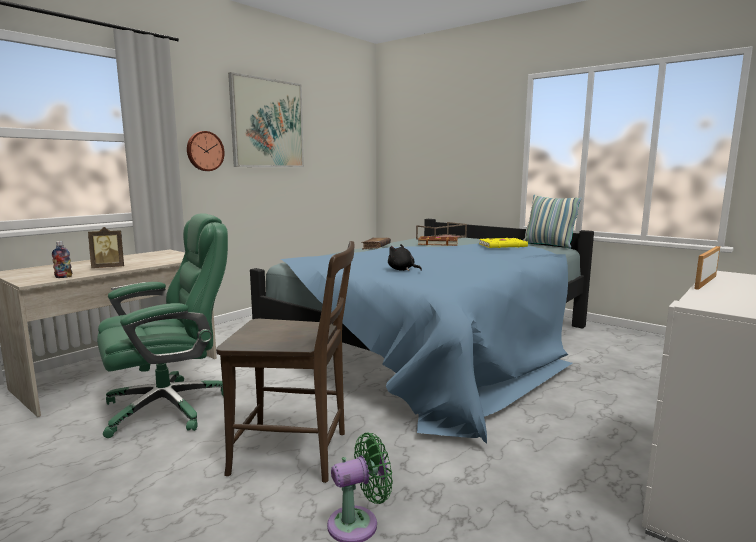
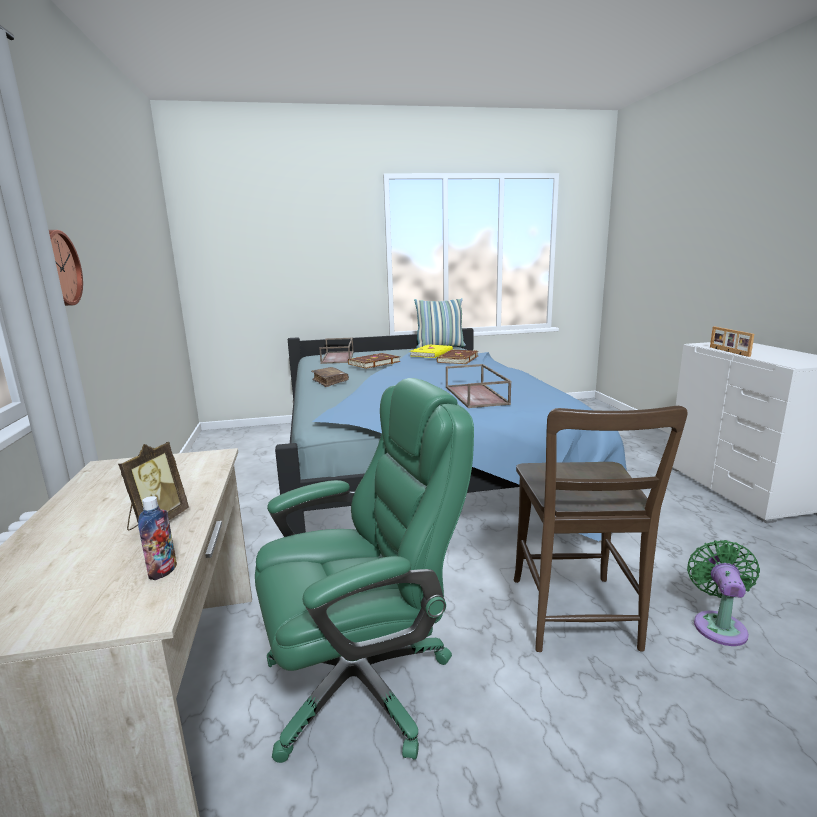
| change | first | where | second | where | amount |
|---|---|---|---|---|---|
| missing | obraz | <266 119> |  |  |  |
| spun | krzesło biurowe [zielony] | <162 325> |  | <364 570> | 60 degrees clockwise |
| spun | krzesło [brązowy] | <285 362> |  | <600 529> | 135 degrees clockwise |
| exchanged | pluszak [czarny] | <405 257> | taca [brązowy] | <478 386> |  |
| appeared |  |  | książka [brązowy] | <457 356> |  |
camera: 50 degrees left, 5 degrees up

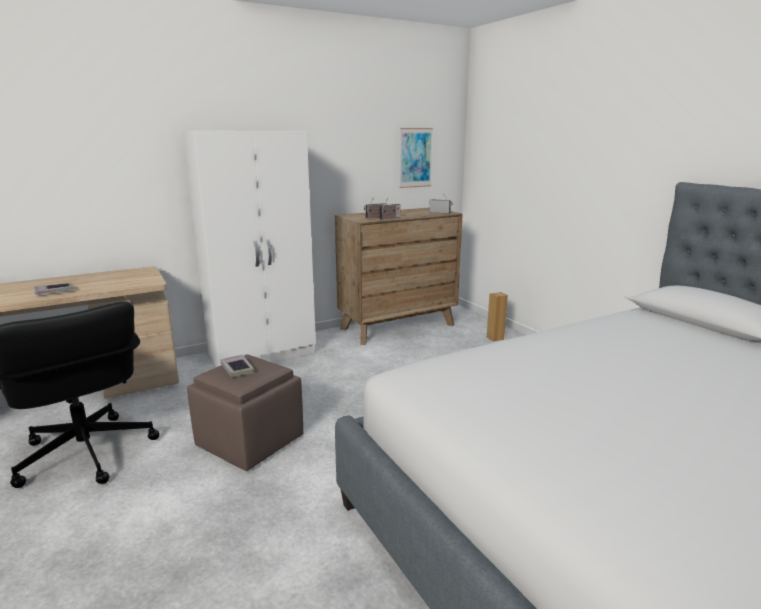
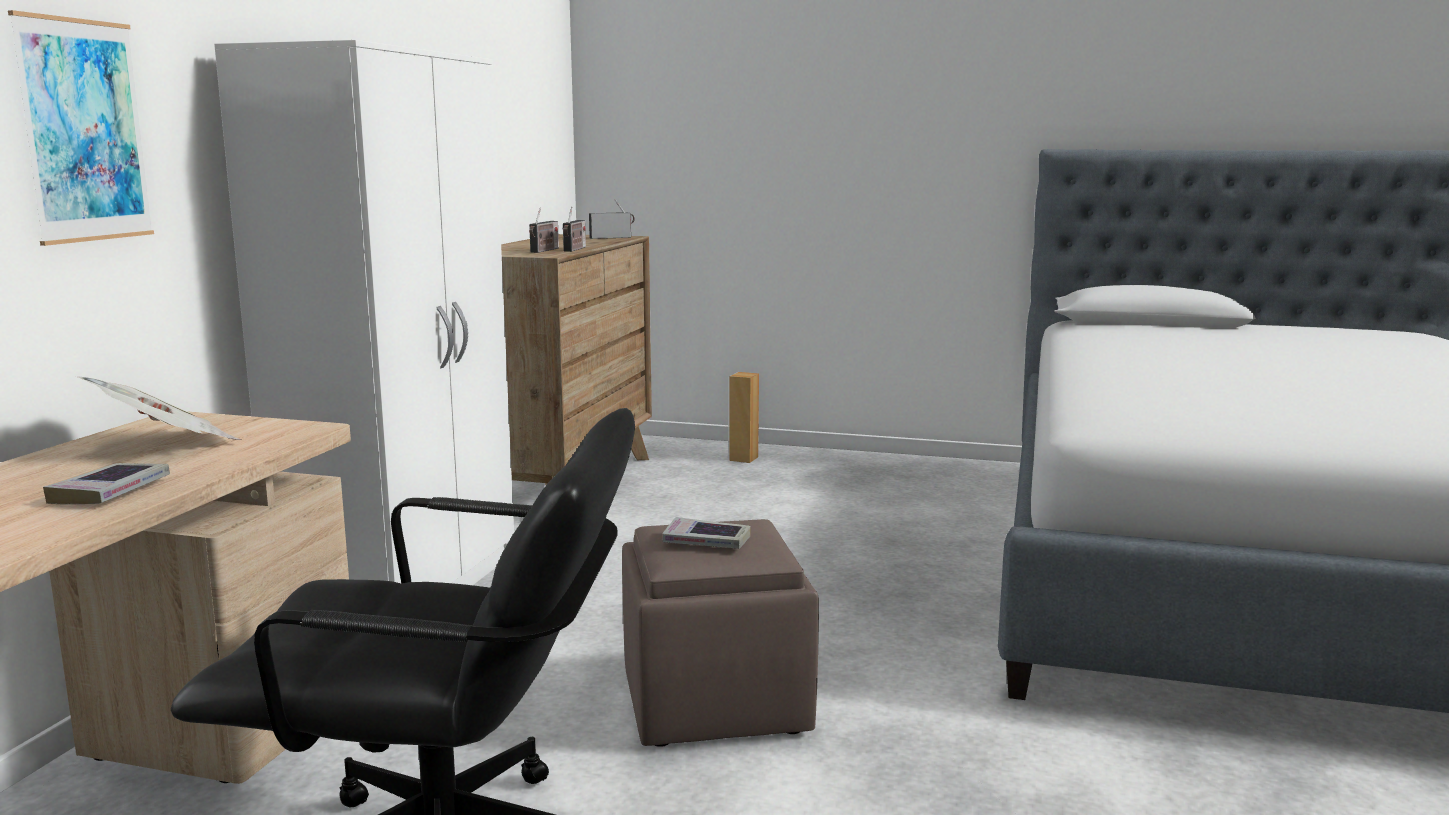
| change | first | where | second | where | amount |
|---|---|---|---|---|---|
| relocated | obraz | <416 158> |  | <81 128> |  |
| appeared |  |  | gazeta | <158 408> |  |
camera: 45 degrees left, 5 degrees down

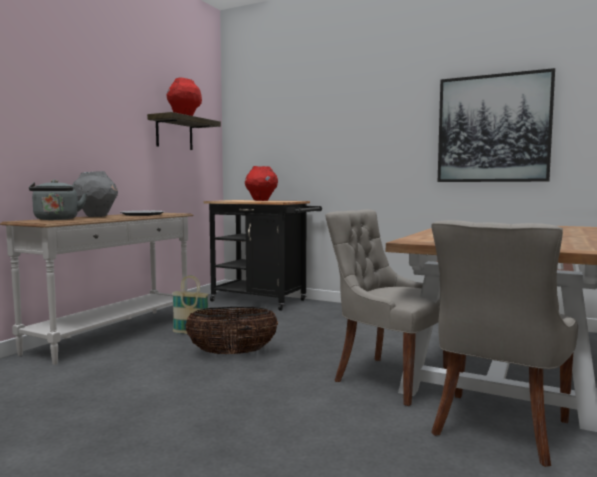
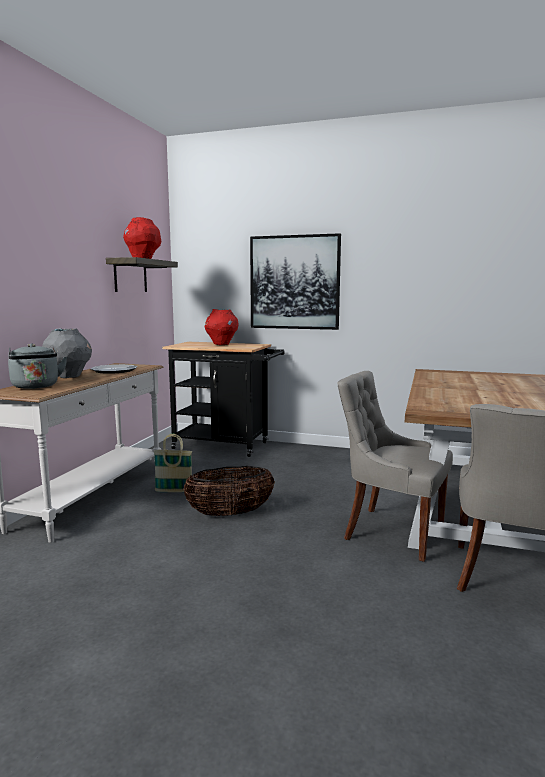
| change | first | where | second | where | amount |
|---|---|---|---|---|---|
| relocated | obraz | <496 125> |  | <295 281> |  |
camera: 10 degrees left, 5 degrees up

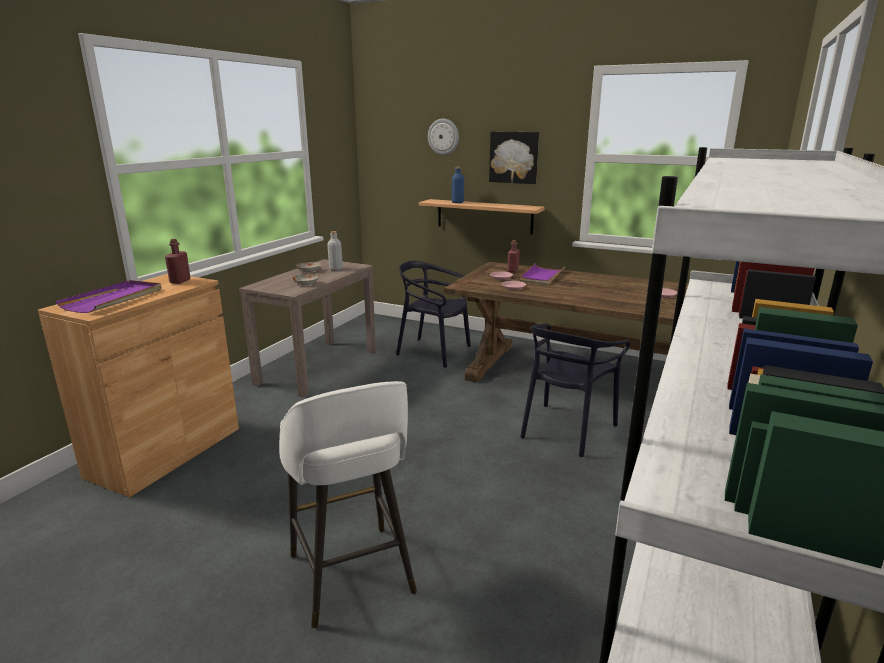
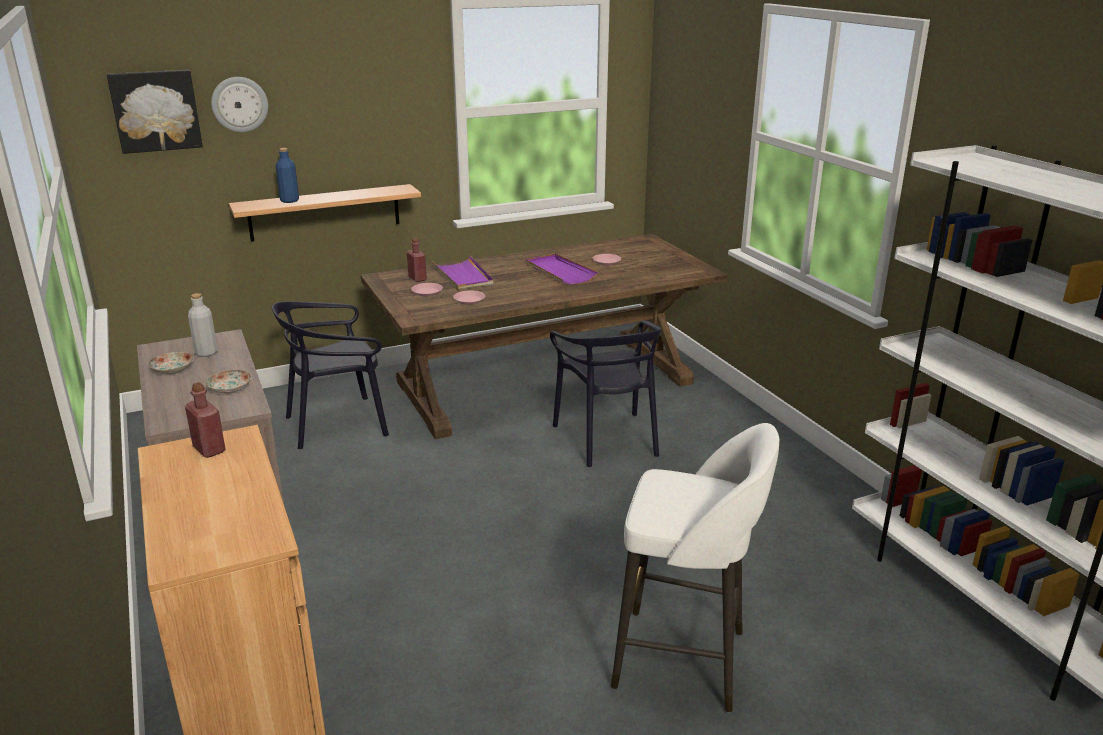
| change | first | where | second | where | amount |
|---|---|---|---|---|---|
| relocated | obraz | <514 158> |  | <155 112> |  |
| relocated | taca [fioletowy] | <108 296> |  | <562 268> |  |
camera: 50 degrees left, 5 degrees up

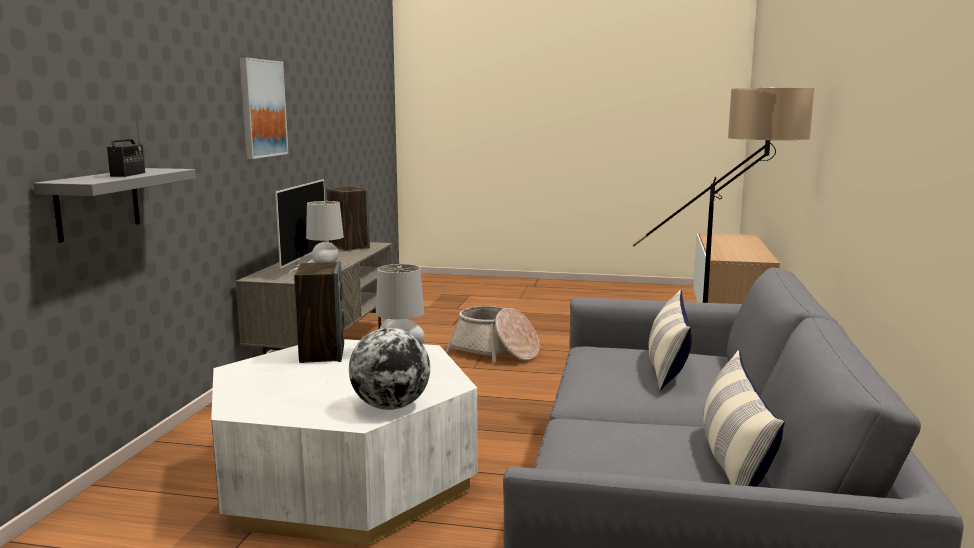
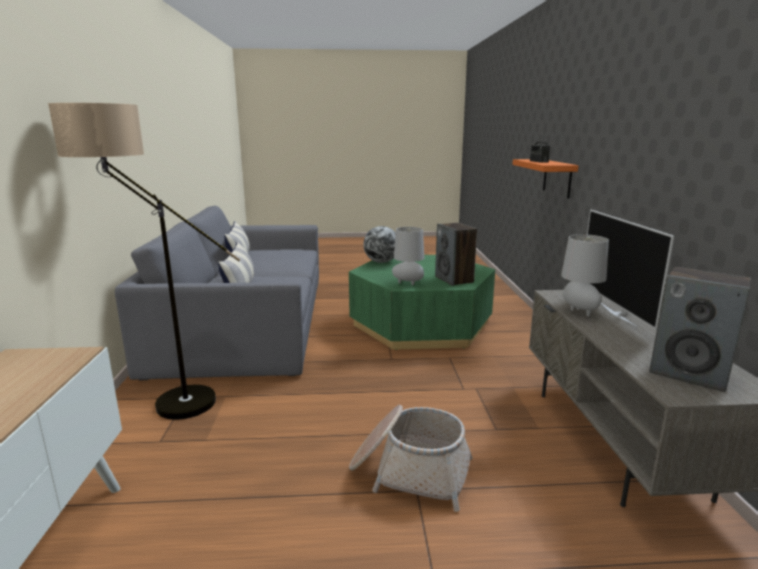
| change | first | where | second | where | amount |
|---|---|---|---|---|---|
| missing | obraz | <264 108> |  |  |  |
| colour | półka [szary] | <114 205> | półka [pomarańczowy] | <545 179> |  |
| colour | ława [biały] | <344 442> | ława [zielony] | <422 302> |  |
camera: 165 degrees right, 5 degrees up

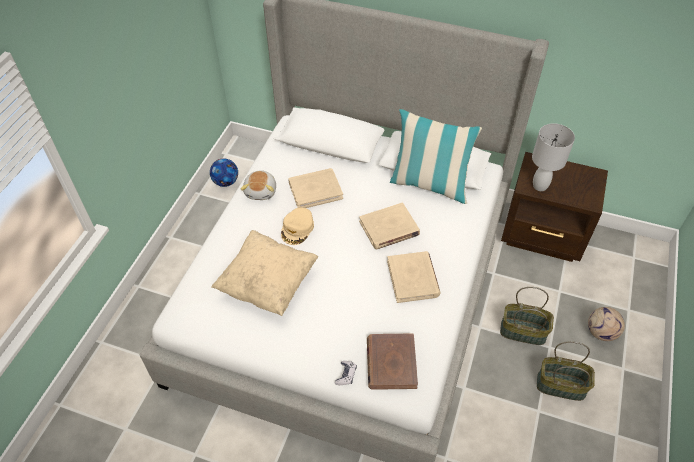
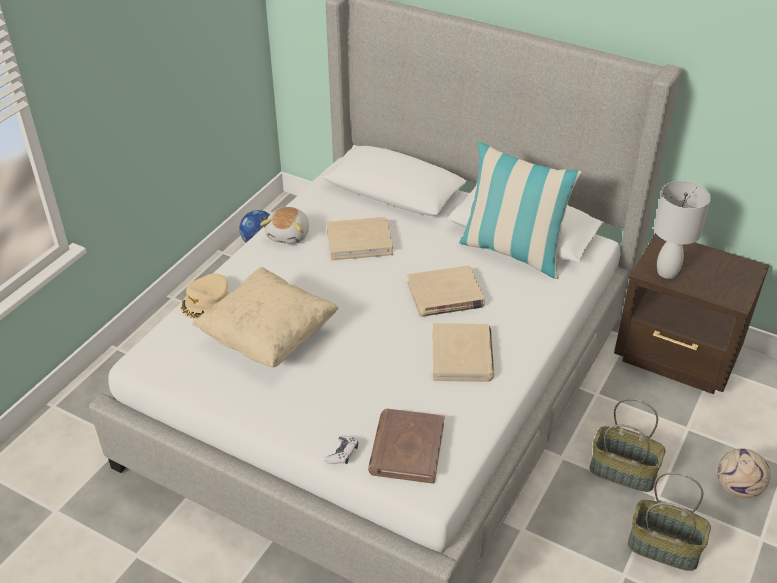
| change | first | where | second | where | amount |
|---|---|---|---|---|---|
| relocated | czapka z daszkiem [beżowy] | <297 226> |  | <204 296> |  |
camera: 10 degrees right, 10 degrees down

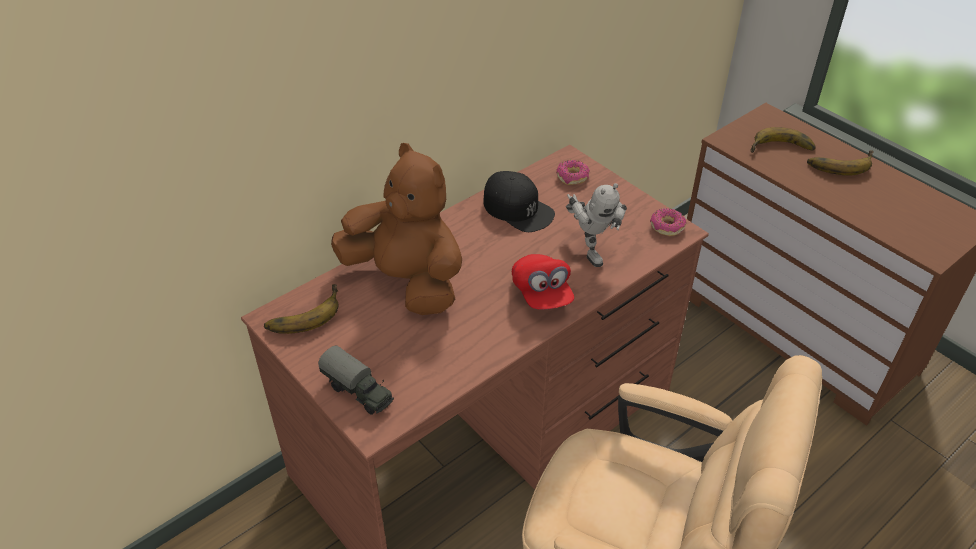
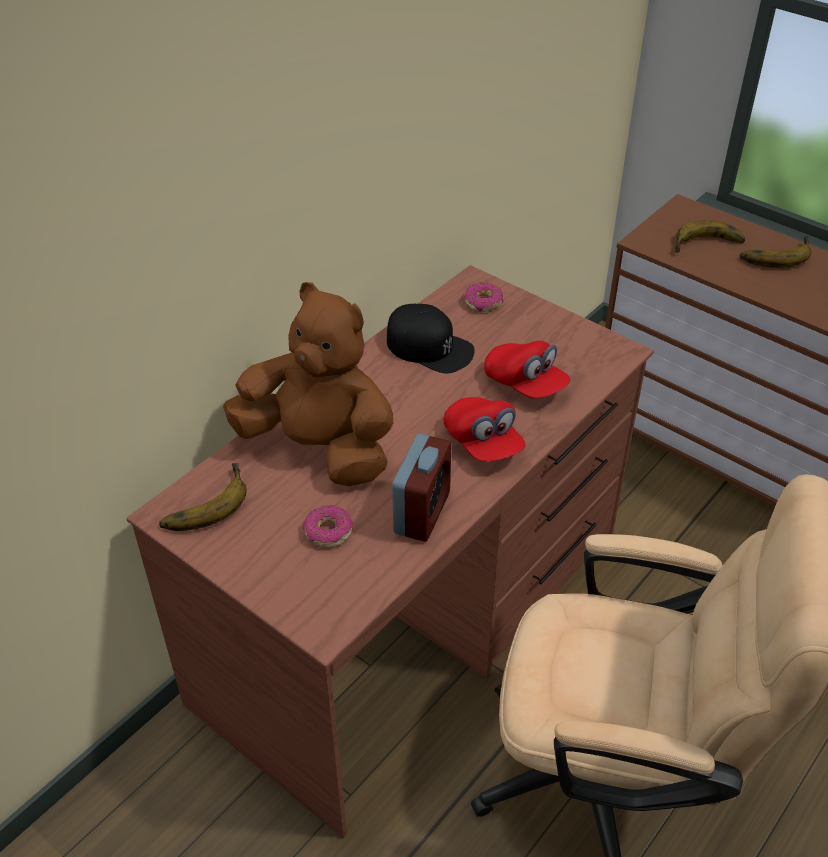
| change | first | where | second | where | amount |
|---|---|---|---|---|---|
| exchanged | robot zabawkowy | <596 225> | czapka z daszkiem [czerwony] | <527 370> |  |
| relocated | donut | <668 222> |  | <328 526> |  |
| missing | ciężarówka zabawkowa | <356 380> |  |  |  |
| appeared |  |  | budzik | <421 488> |  |
camera: 10 degrees left, 0 degrees up

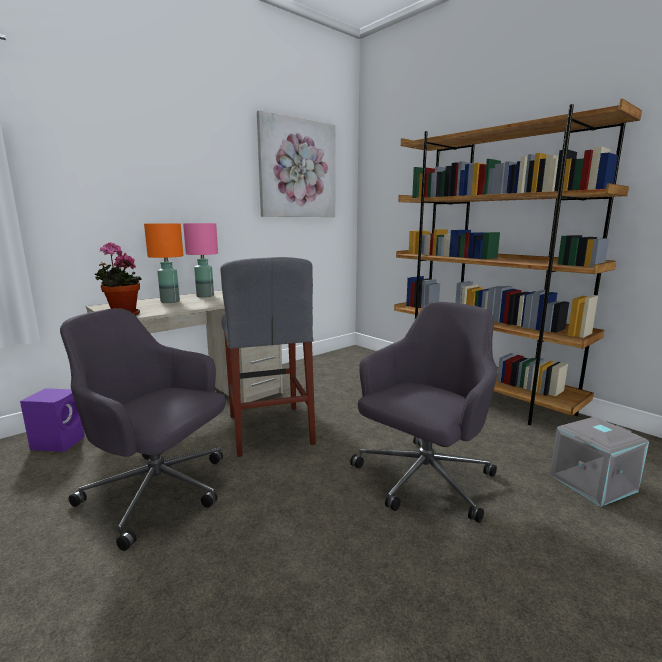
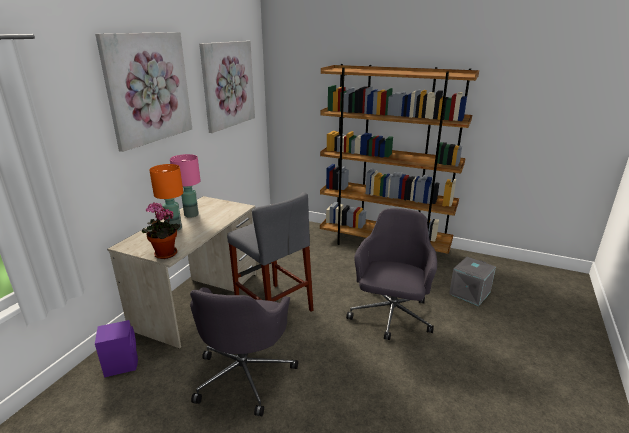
| change | first | where | second | where | amount |
|---|---|---|---|---|---|
| spun | krzesło biurowe [szary] | <142 429> |  | <244 351> | 75 degrees counterclockwise |
| appeared |  |  | obraz | <143 92> |  |
camera: 25 degrees left, 10 degrees up

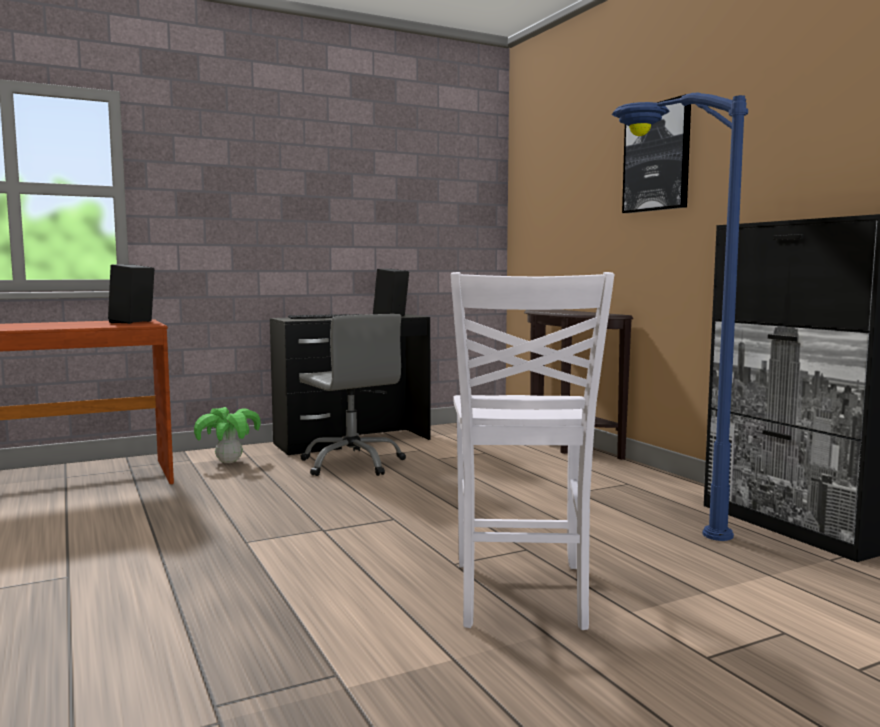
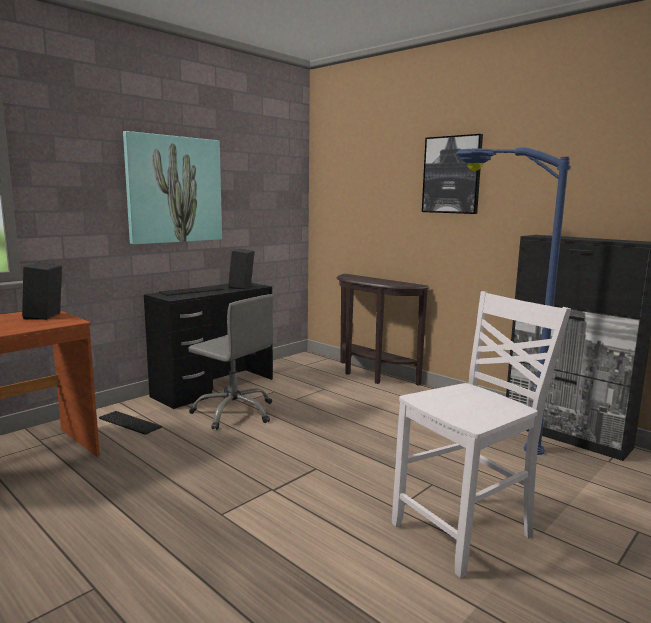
| change | first | where | second | where | amount |
|---|---|---|---|---|---|
| spun | krzesło [biały] | <532 451> |  | <481 434> | 105 degrees counterclockwise |
| exchanged | roślina doniczkowa | <227 435> | klawiatura | <130 423> |  |
| appeared |  |  | obraz | <172 188> |  |
camera: 20 degrees left, 5 degrees up

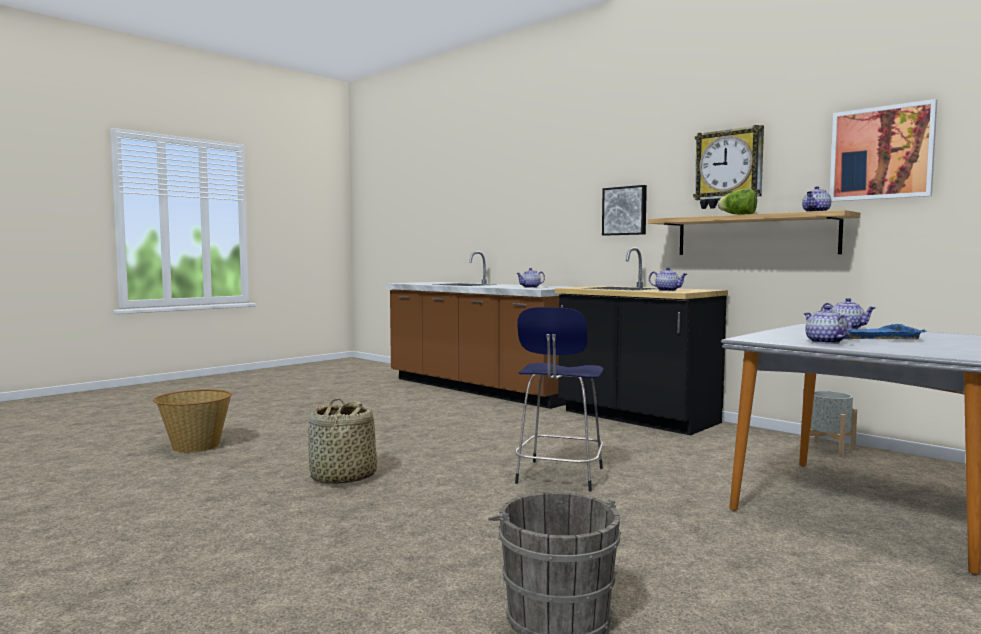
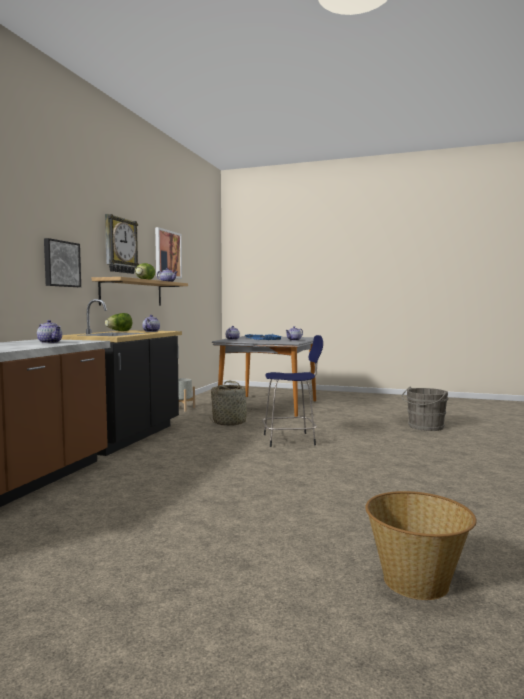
| change | first | where | second | where | amount |
|---|---|---|---|---|---|
| relocated | koszyk | <342 441> |  | <230 403> |  |
| appeared |  |  | sałata | <118 322> |  |
camera: 115 degrees left, 0 degrees up

